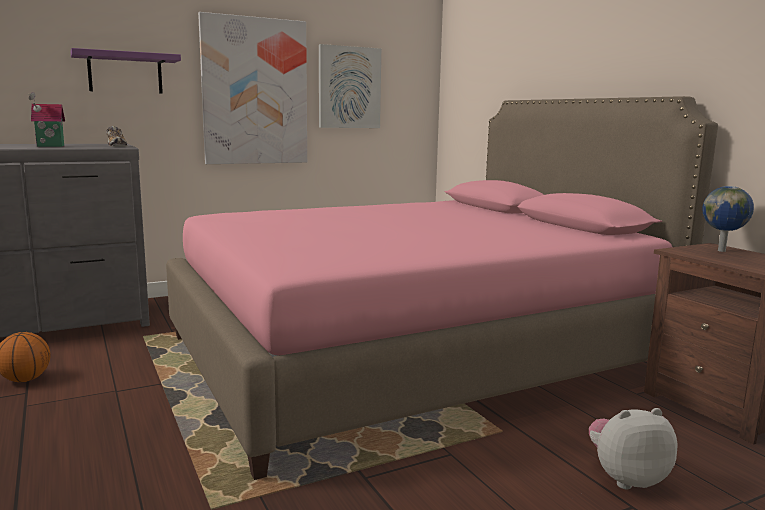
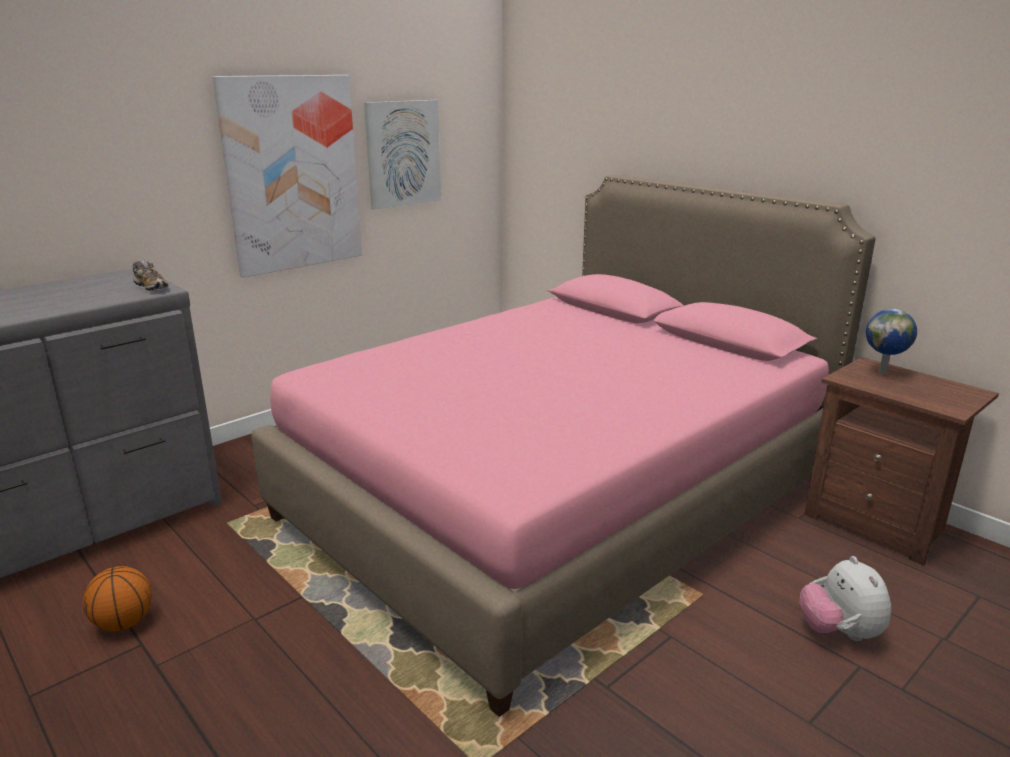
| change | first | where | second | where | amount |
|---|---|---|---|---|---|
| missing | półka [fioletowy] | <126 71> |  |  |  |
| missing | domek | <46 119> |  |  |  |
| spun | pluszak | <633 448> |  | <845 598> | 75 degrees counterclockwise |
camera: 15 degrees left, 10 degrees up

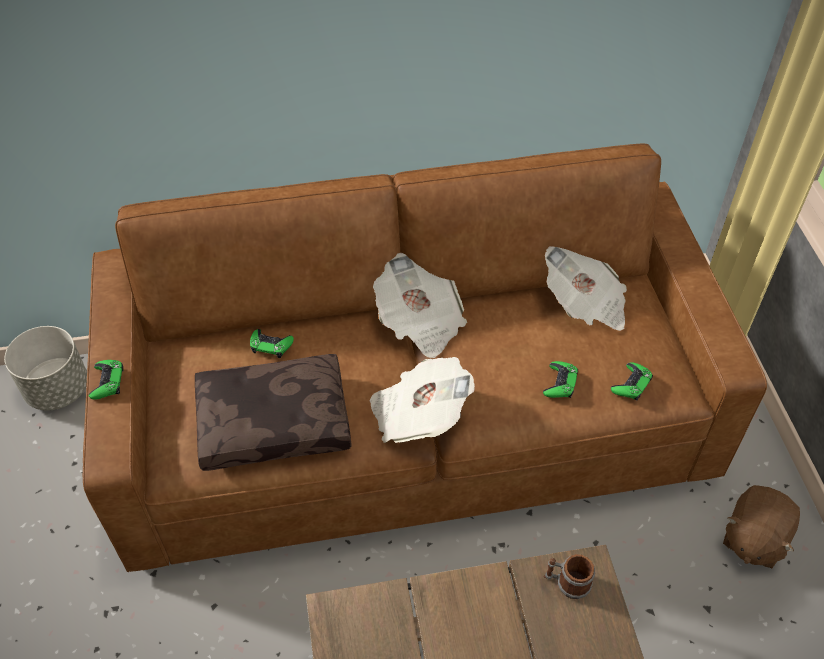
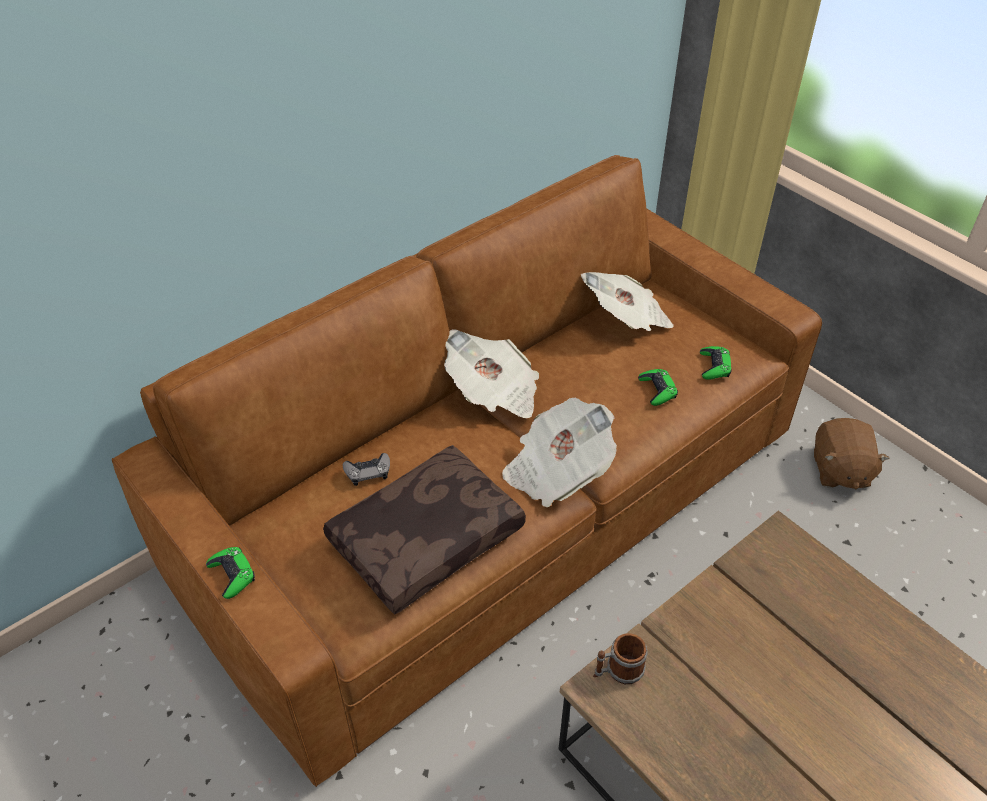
| change | first | where | second | where | amount |
|---|---|---|---|---|---|
| missing | donica [szary] | <45 368> |  |  |  |
| colour | pad do gier [zielony] | <272 343> | pad do gier [szary] | <366 469> |  |
| relocated | kubek | <569 576> |  | <620 658> |  |
camera: 30 degrees left, 5 degrees down

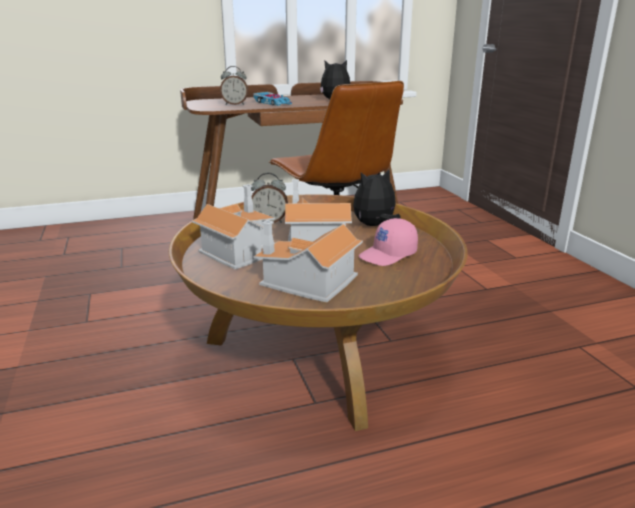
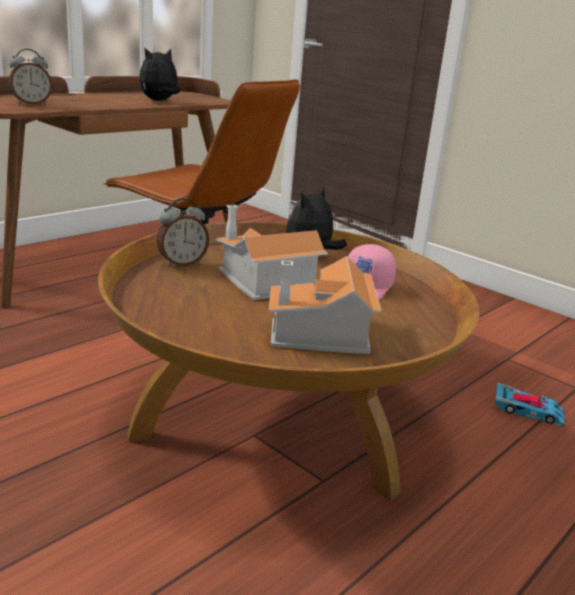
| change | first | where | second | where | amount |
|---|---|---|---|---|---|
| relocated | samochodzik | <272 99> |  | <530 404> |  |
| missing | domek | <233 226> |  |  |  |
camera: 30 degrees left, 0 degrees up

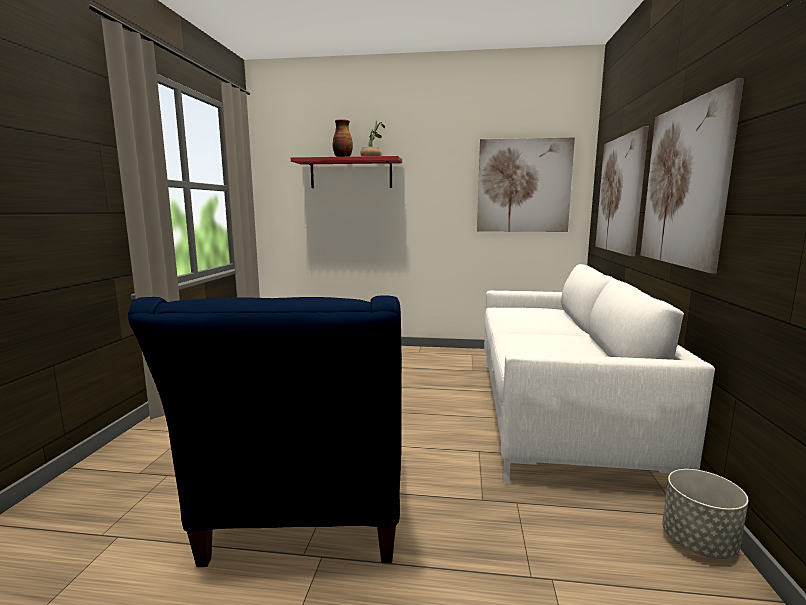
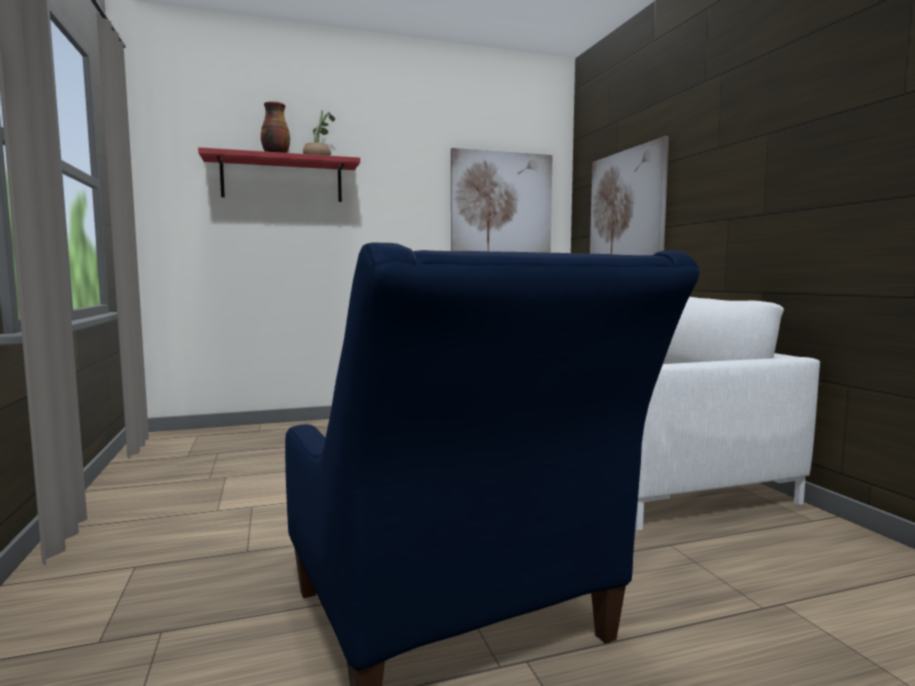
| change | first | where | second | where | amount |
|---|---|---|---|---|---|
| missing | obraz | <692 175> |  |  |  |
| missing | donica [szary] | <705 514> |  |  |  |
camera: 25 degrees left, 5 degrees down

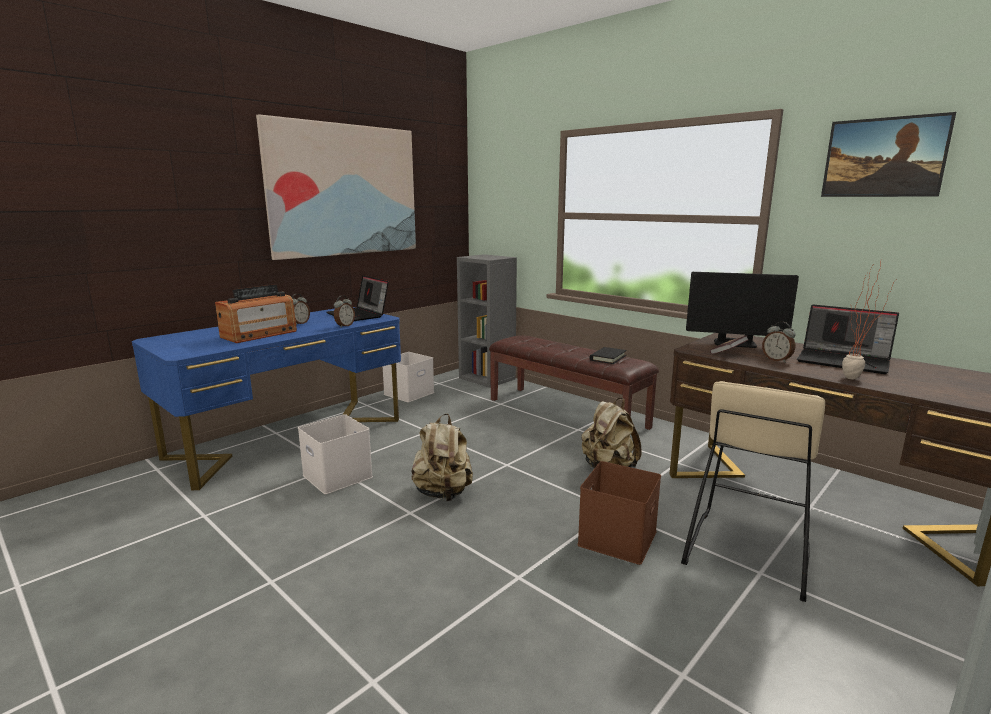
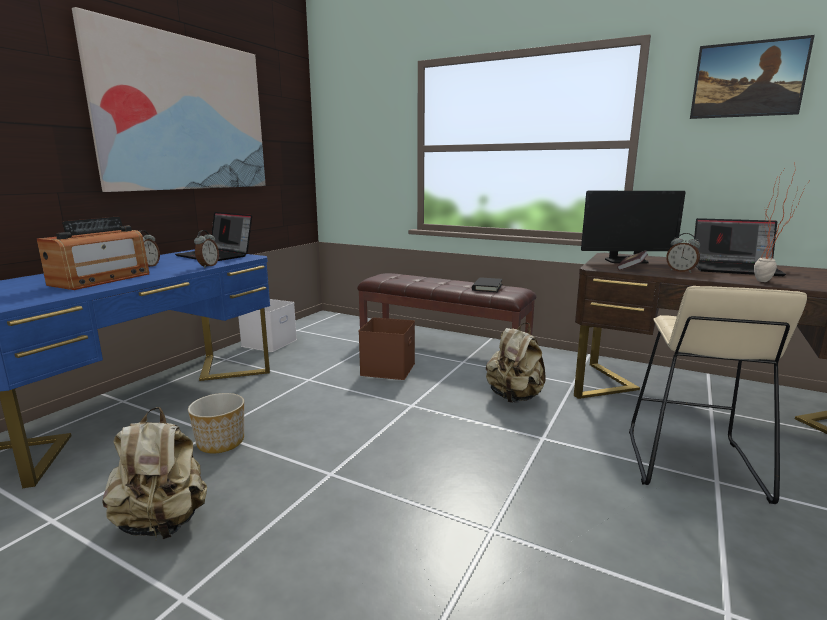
| change | first | where | second | where | amount |
|---|---|---|---|---|---|
| missing | regał [szary] | <487 321> |  |  |  |
| exchanged | pojemnik do przechowywania [biały] | <335 454> | donica | <216 423> |  |
| relocated | plecak [beżowy] | <442 457> |  | <155 473> |  |
| relocated | pojemnik do przechowywania [brązowy] | <619 513> |  | <387 349> |  |
camera: 15 degrees left, 0 degrees up

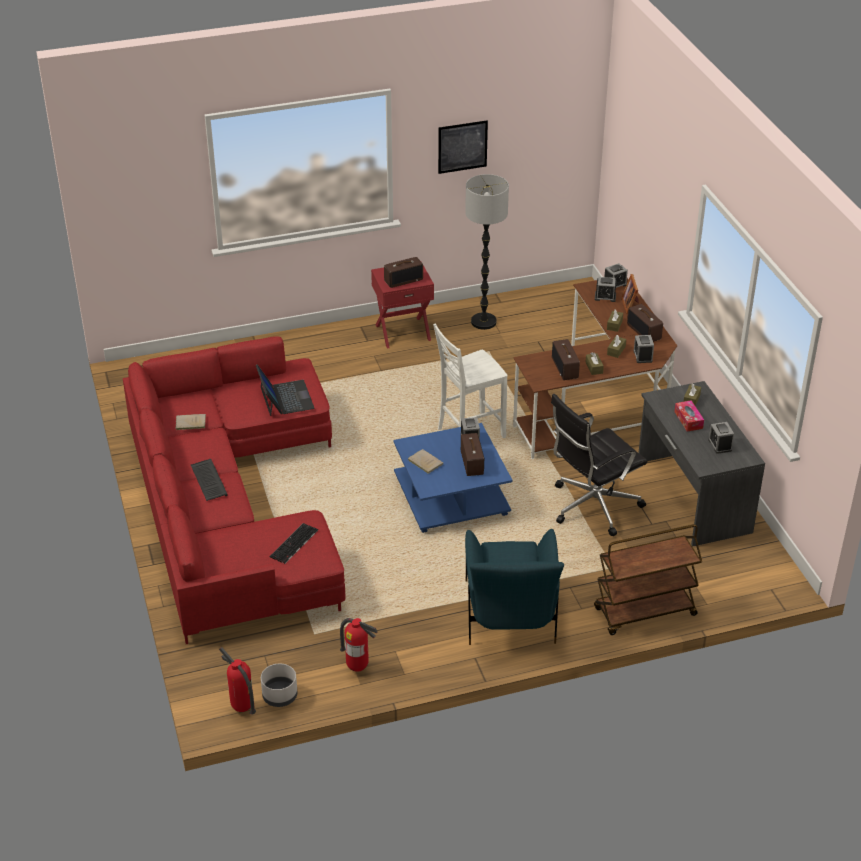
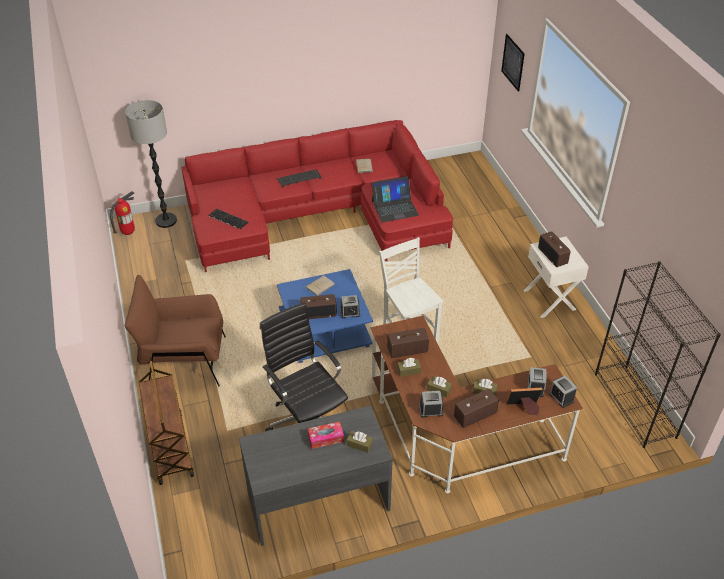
| change | first | where | second | where | amount |
|---|---|---|---|---|---|
| relocated | obraz | <463 147> |  | <513 63> |  |
| relocated | lampa stojąca | <487 252> |  | <151 164> |  |
| colour | szafka nocna [czerwony] | <402 306> | szafka nocna [biały] | <556 277> |  |
| missing | budzik | <721 438> |  |  |  |
| colour | fotel [niebieski] | <514 587> | fotel [brązowy] | <175 330> |  |
| missing | gaśnica | <359 645> |  |  |  |
| missing | donica [szary] | <279 685> |  |  |  |
| appeared |  |  | regał [czarny] | <658 354> |  |
camera: 90 degrees right, 5 degrees up

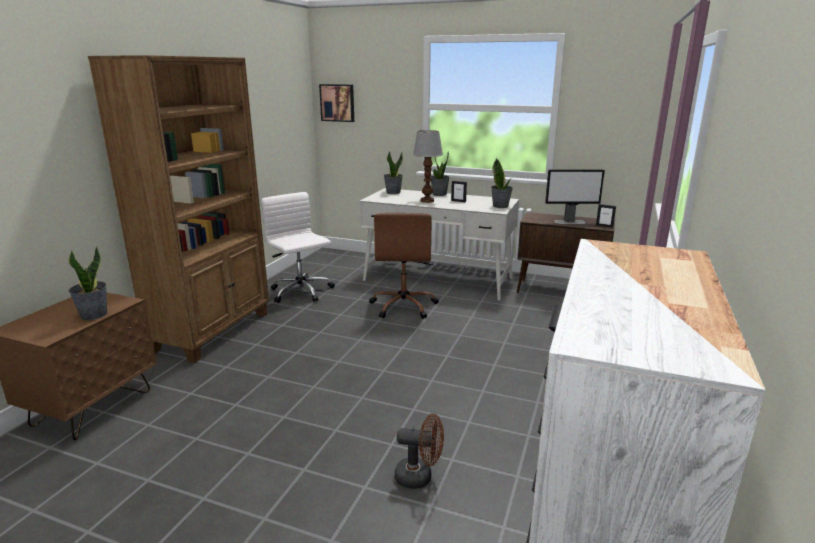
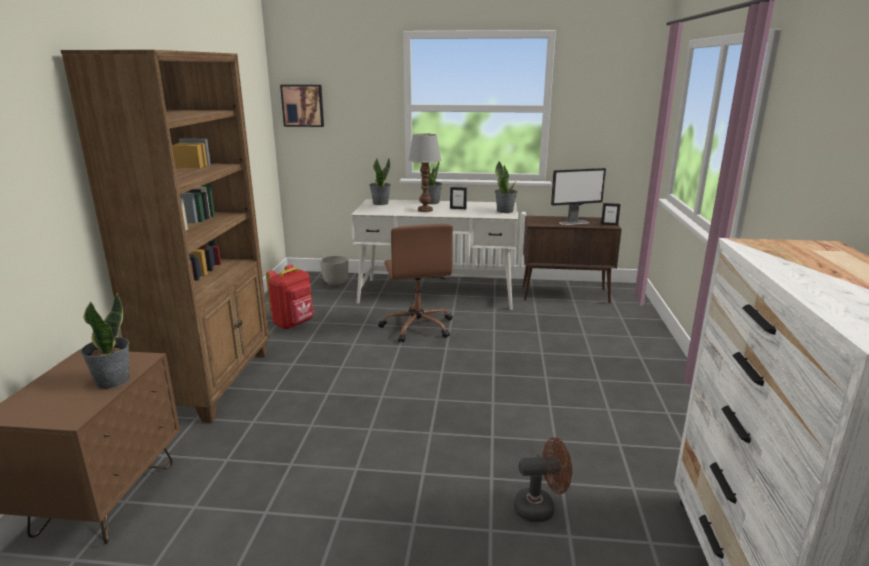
| change | first | where | second | where | amount |
|---|---|---|---|---|---|
| exchanged | krzesło biurowe [biały] | <298 247> | plecak [czerwony] | <290 297> |  |
| appeared |  |  | donica | <334 271> |  |
camera: 15 degrees left, 0 degrees up

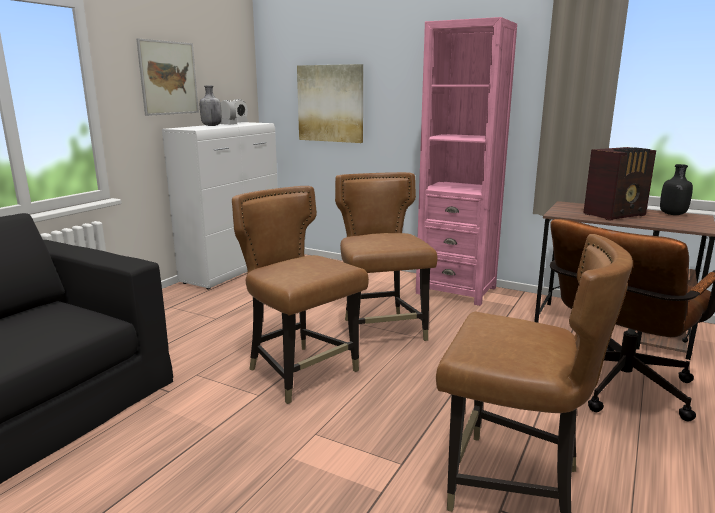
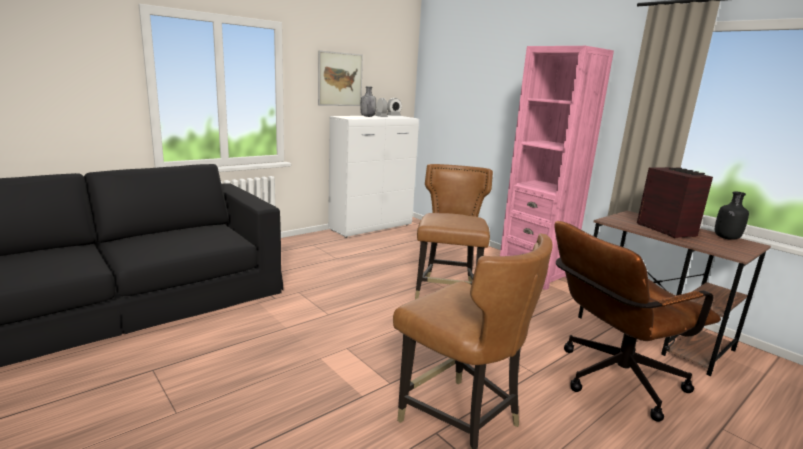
| change | first | where | second | where | amount |
|---|---|---|---|---|---|
| missing | obraz | <330 103> |  |  |  |
| spun | radio | <619 184> |  | <675 202> | 105 degrees counterclockwise |
| missing | krzesło [brązowy] | <300 295> |  |  |  |
camera: 20 degrees right, 0 degrees up

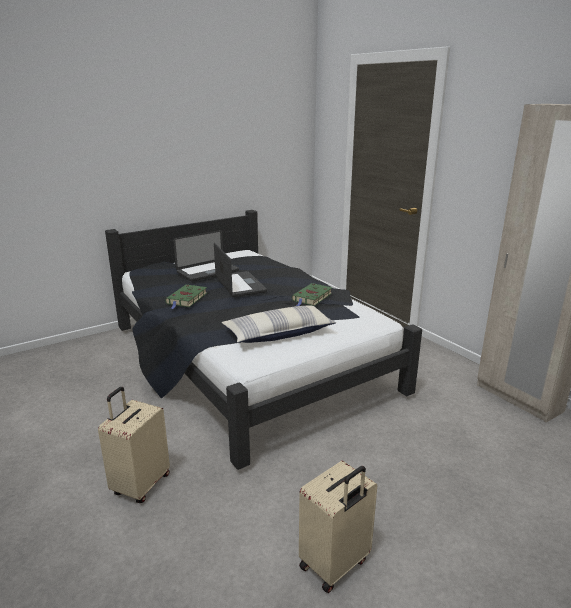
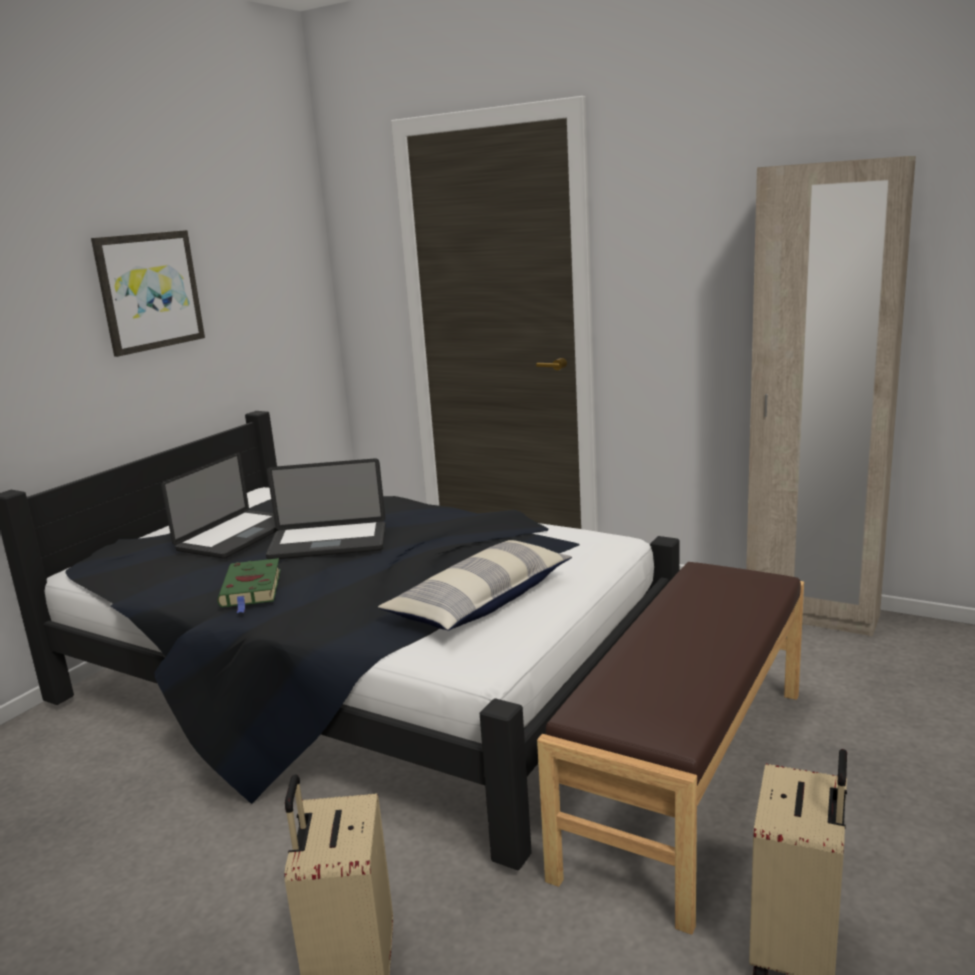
| change | first | where | second | where | amount |
|---|---|---|---|---|---|
| spun | laptop | <240 270> |  | <326 508> | 135 degrees clockwise |
| missing | książka [zielony] | <312 294> |  |  |  |
| appeared |  |  | obraz | <148 293> |  |
| appeared |  |  | ławka [brązowy] | <670 748> |  |
camera: 25 degrees left, 5 degrees down

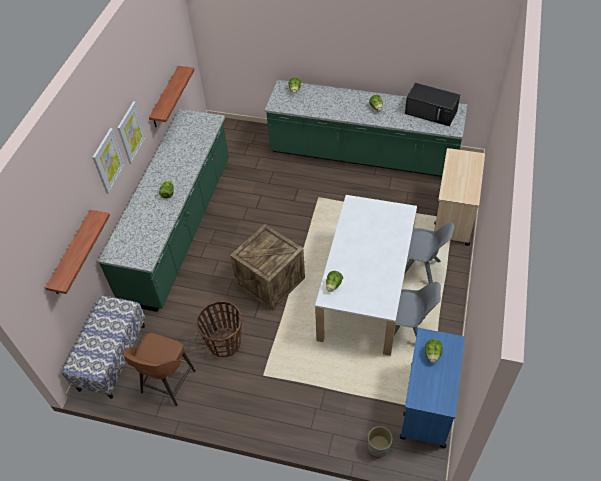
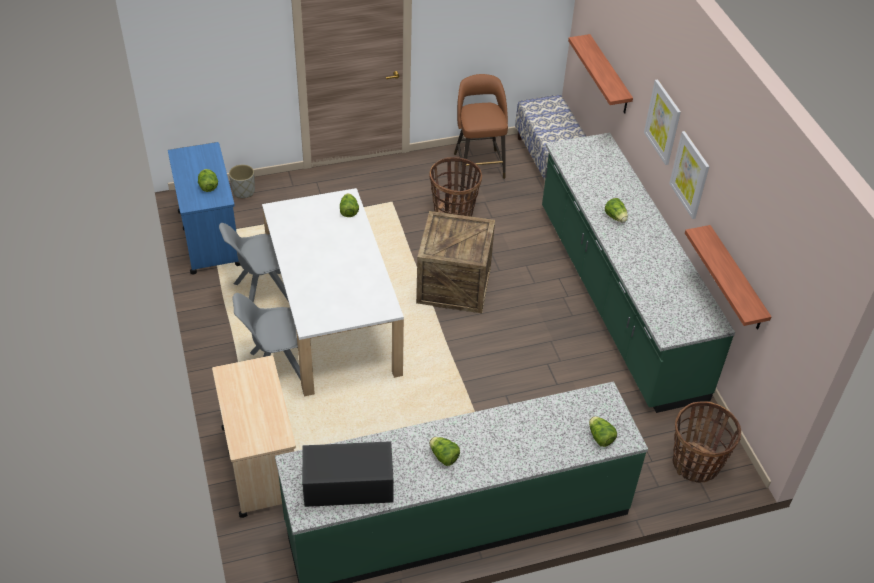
| change | first | where | second | where | amount |
|---|---|---|---|---|---|
| appeared |  |  | koszyk | <706 442> |  |
camera: 145 degrees right, 5 degrees down

